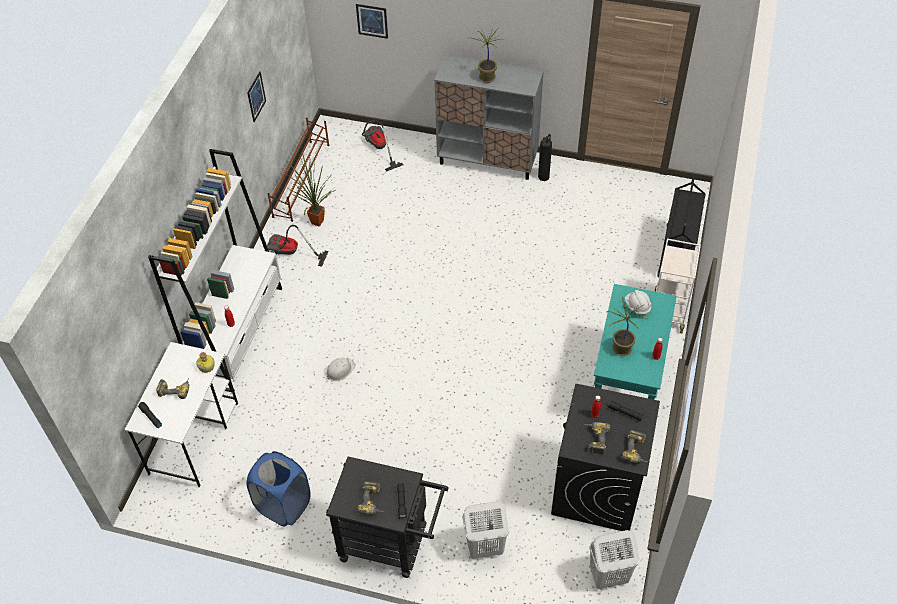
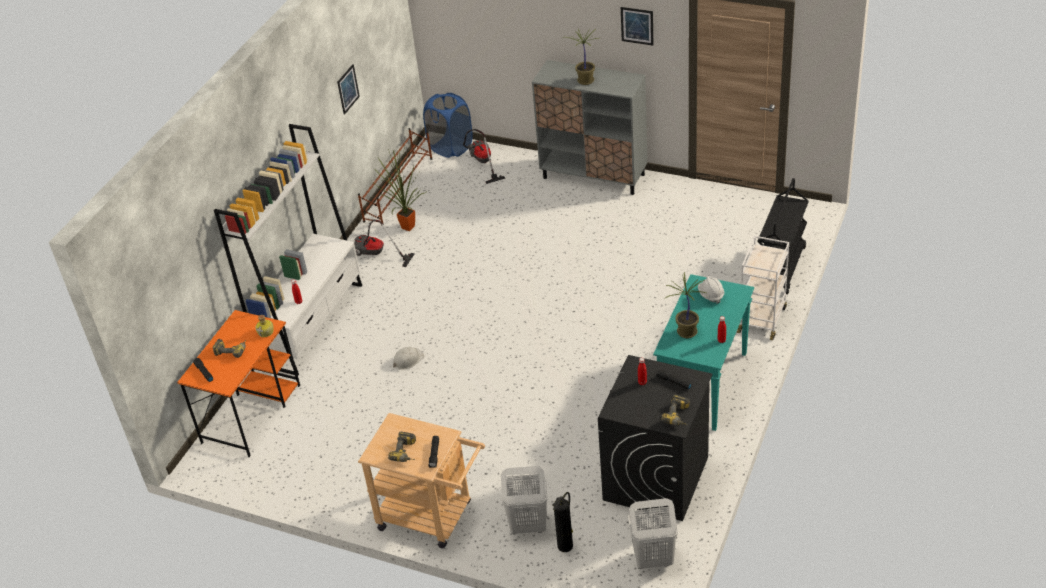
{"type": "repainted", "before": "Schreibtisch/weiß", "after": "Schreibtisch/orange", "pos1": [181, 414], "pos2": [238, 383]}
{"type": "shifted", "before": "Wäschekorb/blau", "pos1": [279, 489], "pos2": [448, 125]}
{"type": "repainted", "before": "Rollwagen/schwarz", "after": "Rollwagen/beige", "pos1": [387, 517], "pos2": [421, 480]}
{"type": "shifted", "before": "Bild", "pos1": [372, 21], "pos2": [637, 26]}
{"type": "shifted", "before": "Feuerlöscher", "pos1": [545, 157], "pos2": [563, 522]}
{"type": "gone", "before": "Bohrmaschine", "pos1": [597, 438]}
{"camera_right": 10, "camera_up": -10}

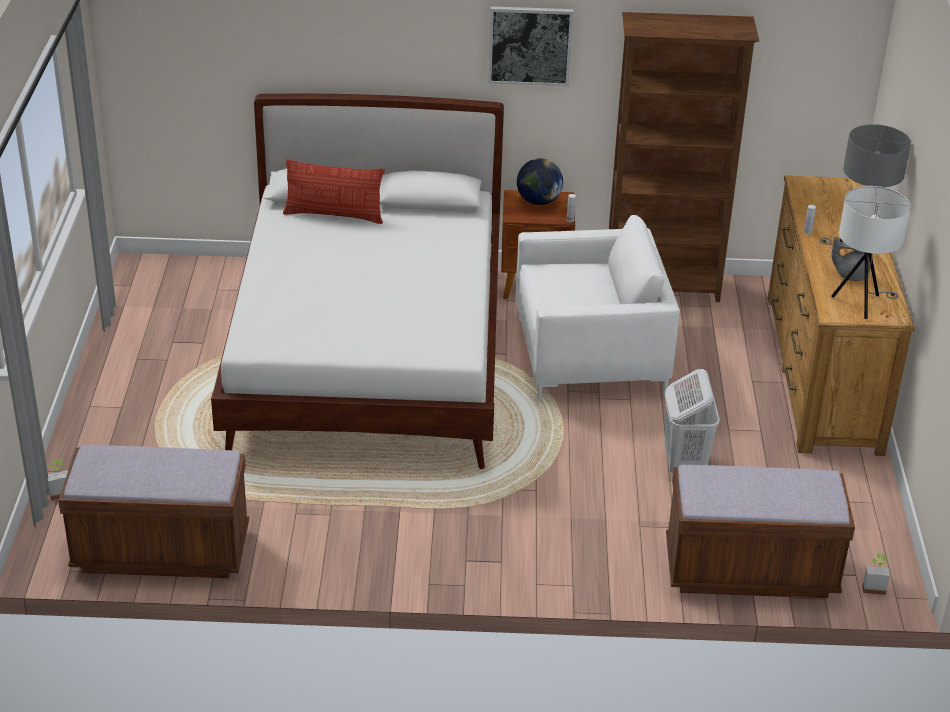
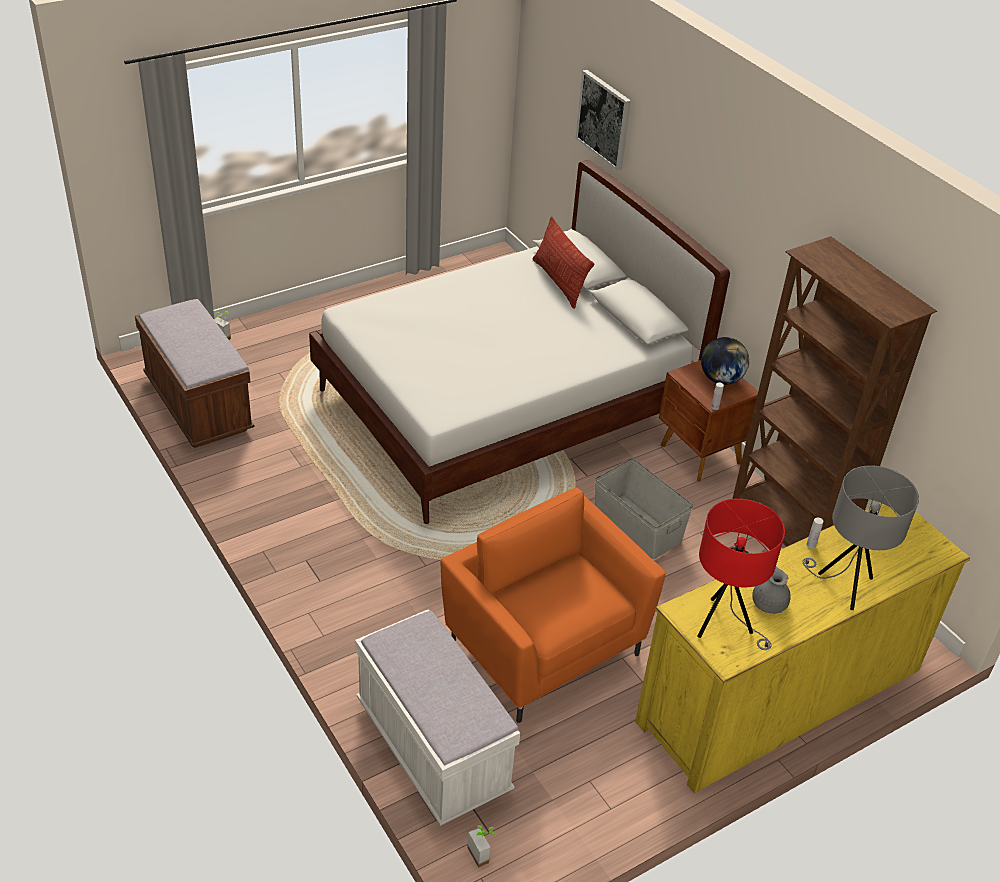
{"type": "shifted", "before": "Bild", "pos1": [530, 46], "pos2": [603, 120]}
{"type": "swapped", "before": "Sessel/weiß", "after": "Aufbewahrungsbox/grau", "pos1": [597, 308], "pos2": [644, 508]}
{"type": "swapped", "before": "Wäschekorb/weiß", "after": "Sessel/orange", "pos1": [692, 421], "pos2": [553, 605]}
{"type": "repainted", "before": "Bank/braun", "after": "Bank/weiß", "pos1": [760, 531], "pos2": [437, 717]}
{"type": "repainted", "before": "Kommode/braun", "after": "Kommode/gelb", "pos1": [841, 315], "pos2": [802, 648]}
{"type": "repainted", "before": "Tischlampe/weiß", "after": "Tischlampe/rot", "pos1": [871, 252], "pos2": [741, 574]}
{"camera_right": 55, "camera_up": 5}

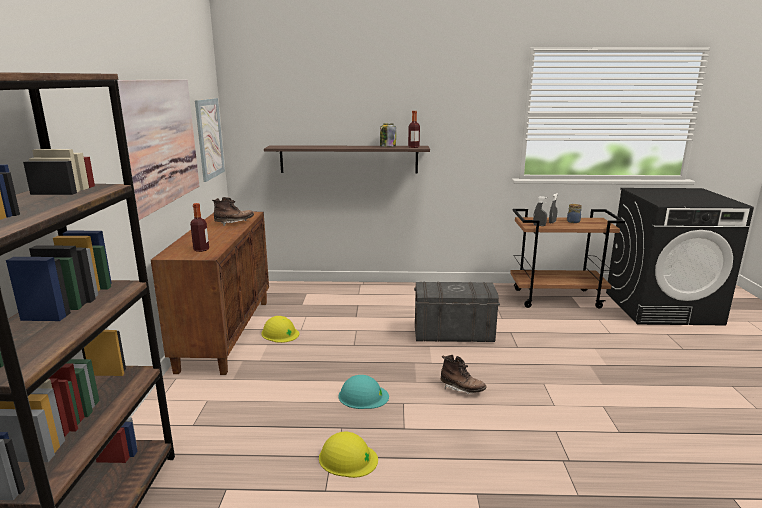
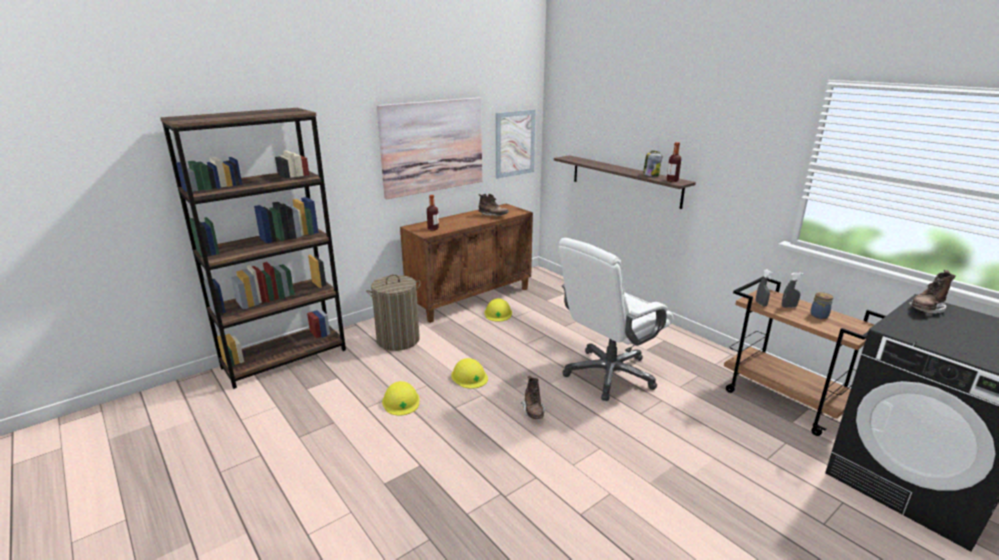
{"type": "repainted", "before": "Schutzhelm/türkis", "after": "Schutzhelm/gelb", "pos1": [364, 392], "pos2": [469, 373]}
{"type": "swapped", "before": "Aufbewahrungsbox/grau", "after": "Bürostuhl/weiß", "pos1": [457, 311], "pos2": [616, 319]}
{"type": "new", "after": "Wäschekorb", "pos2": [393, 312]}
{"type": "new", "after": "Stiefel/braun", "pos2": [932, 292]}
{"camera_right": 50, "camera_up": 5}

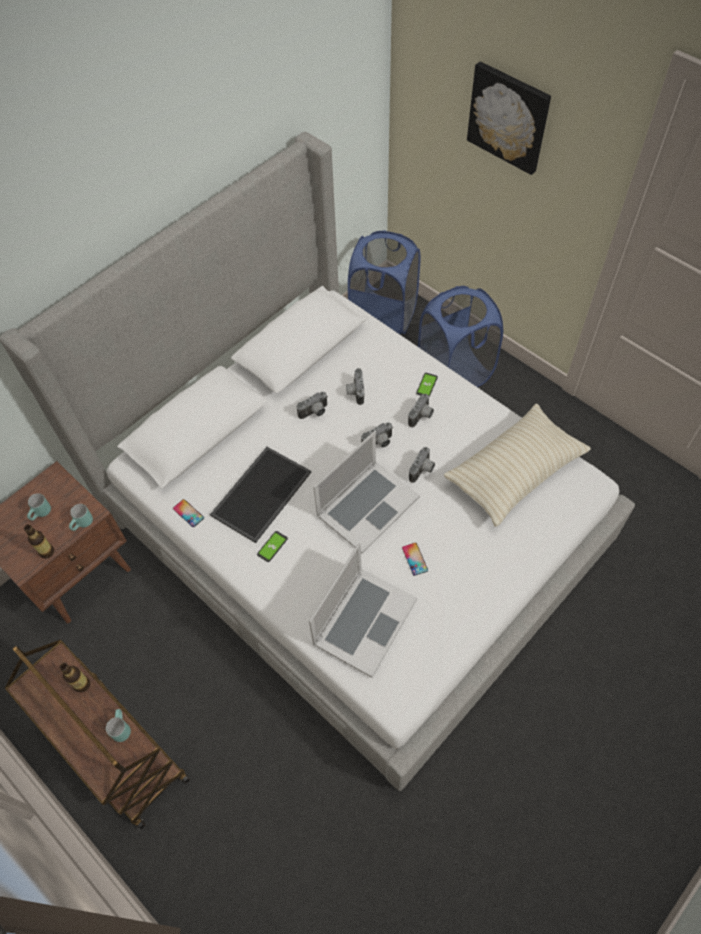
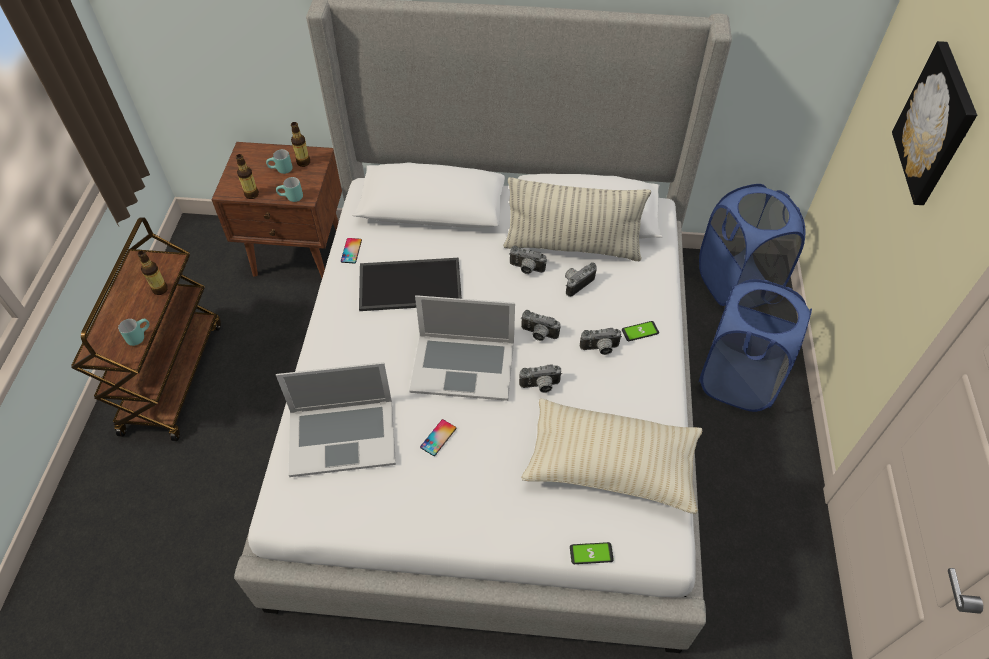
{"type": "shifted", "before": "Handy", "pos1": [272, 546], "pos2": [592, 553]}
{"type": "new", "after": "Flasche", "pos2": [300, 144]}
{"type": "new", "after": "Kissen", "pos2": [577, 219]}
{"camera_right": 50, "camera_up": -5}

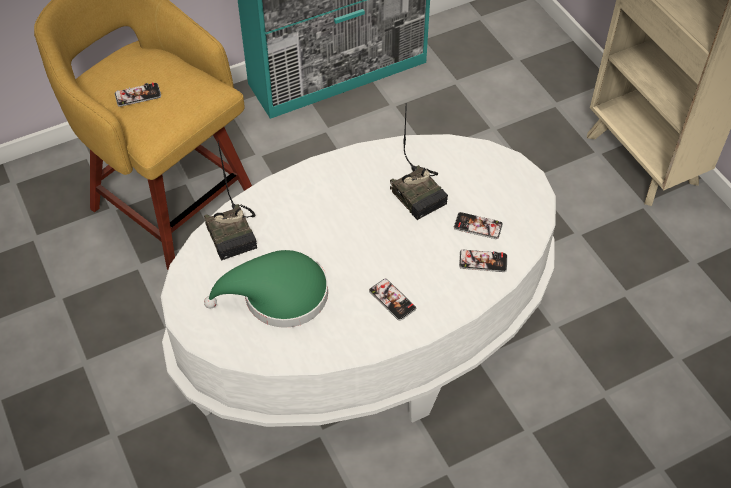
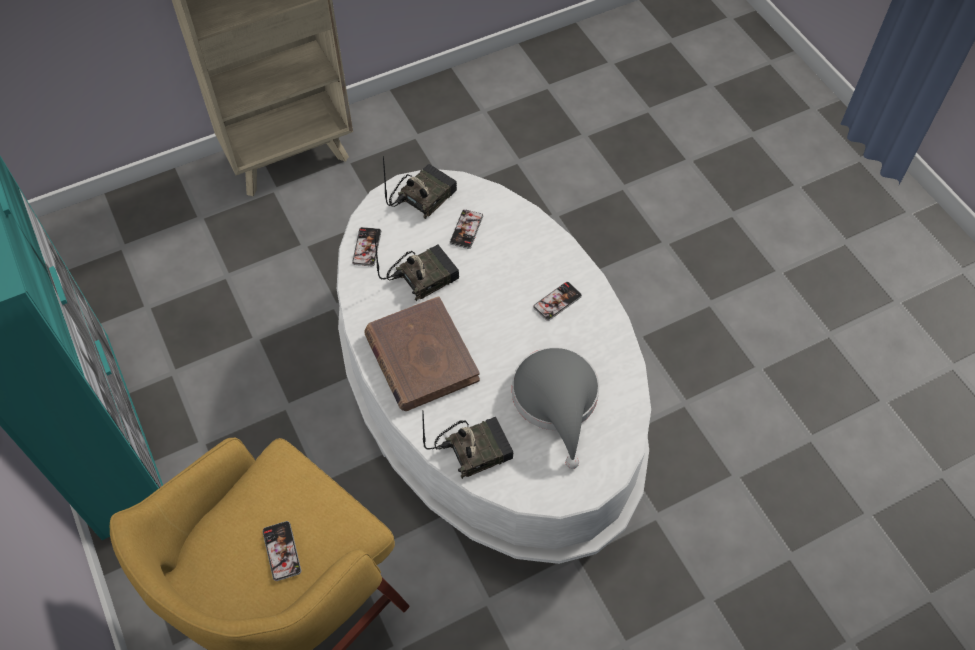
{"type": "repainted", "before": "Hut/grün", "after": "Hut/grau", "pos1": [266, 289], "pos2": [555, 408]}
{"type": "shifted", "before": "Handy", "pos1": [483, 261], "pos2": [366, 246]}
{"type": "new", "after": "Buch/braun", "pos2": [422, 353]}
{"type": "new", "after": "Radio", "pos2": [420, 187]}
{"camera_right": -90, "camera_up": 5}

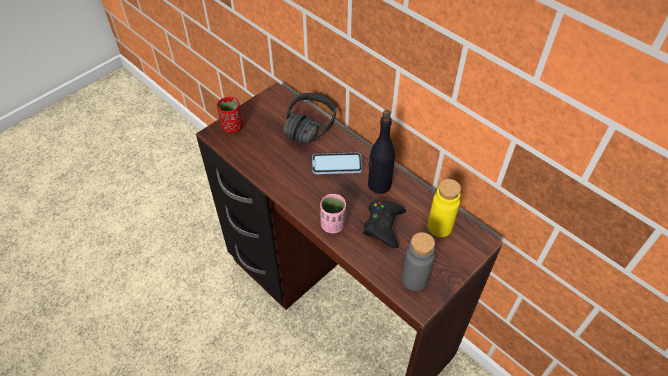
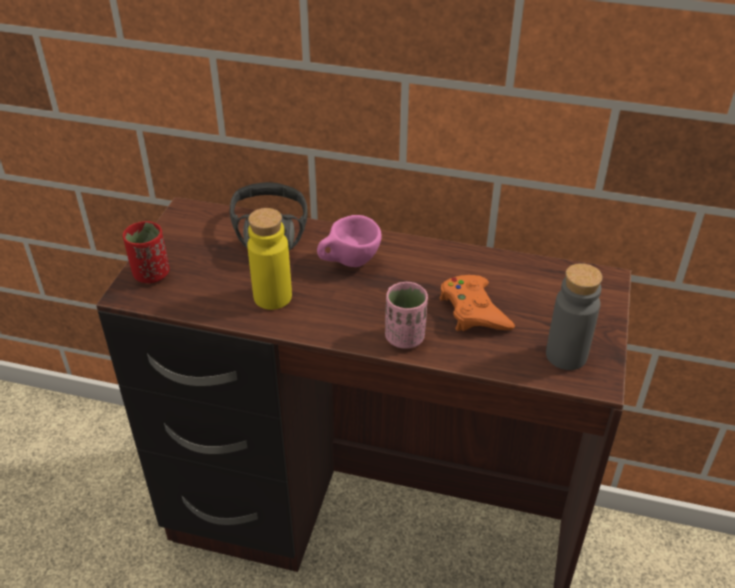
{"type": "swapped", "before": "Handy", "after": "Tasse/rosa", "pos1": [337, 163], "pos2": [349, 241]}
{"type": "repainted", "before": "Gamepad/schwarz", "after": "Gamepad/orange", "pos1": [384, 224], "pos2": [477, 303]}
{"type": "gone", "before": "Flasche/schwarz", "pos1": [381, 152]}
{"type": "shifted", "before": "Flasche/gelb", "pos1": [444, 208], "pos2": [269, 259]}
{"camera_right": -30, "camera_up": -10}

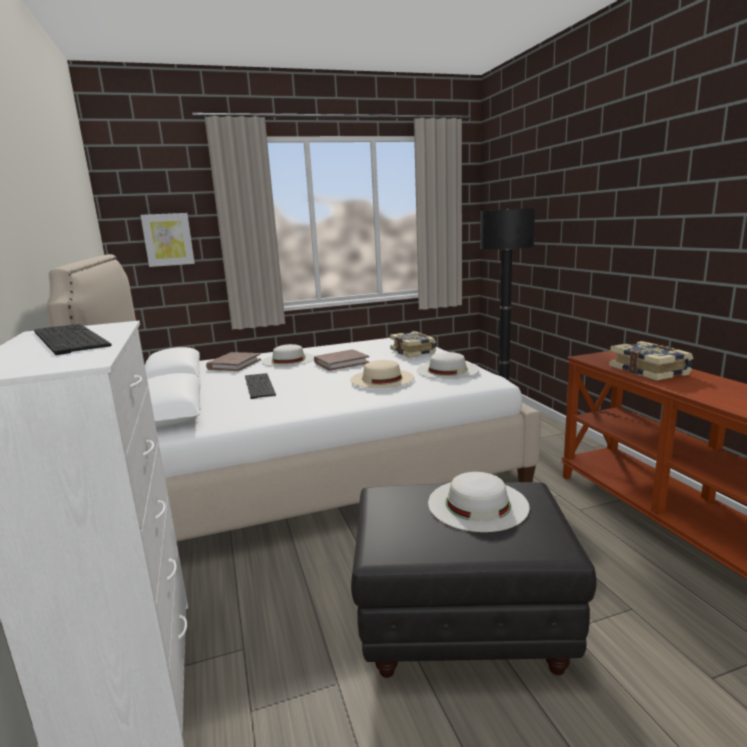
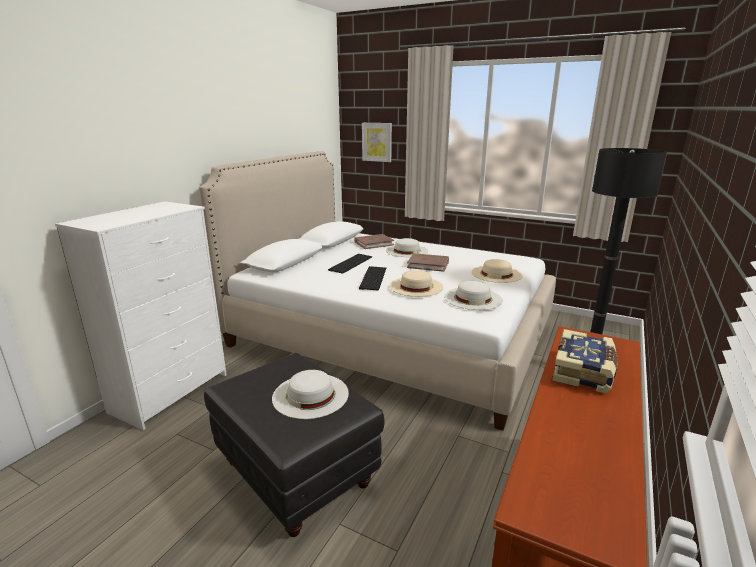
{"type": "shifted", "before": "Tastatur", "pos1": [73, 339], "pos2": [372, 278]}
{"type": "swapped", "before": "Buch", "after": "Hut/beige", "pos1": [413, 344], "pos2": [497, 271]}
{"camera_right": 45, "camera_up": 5}

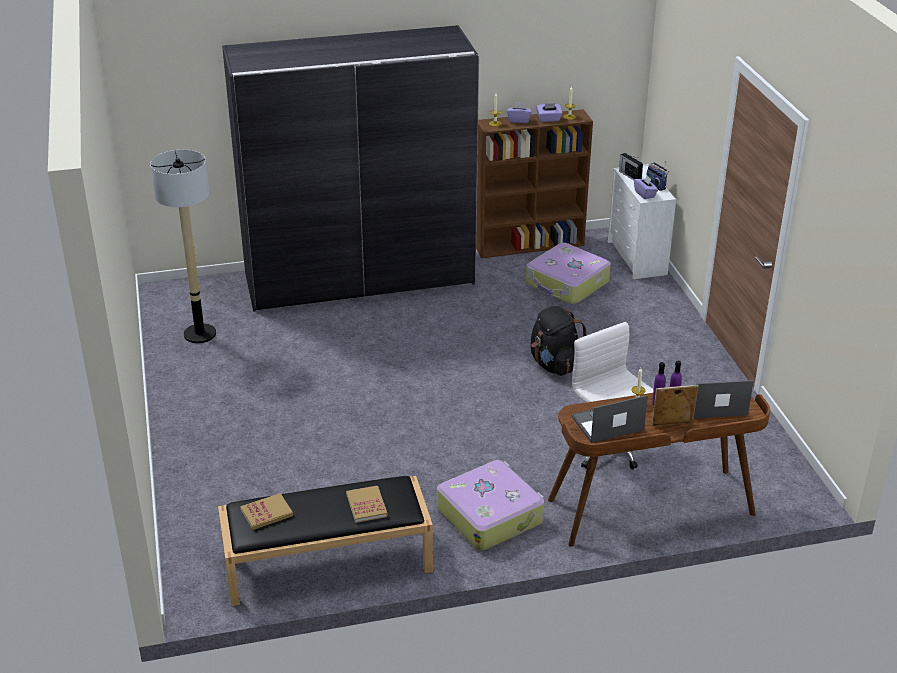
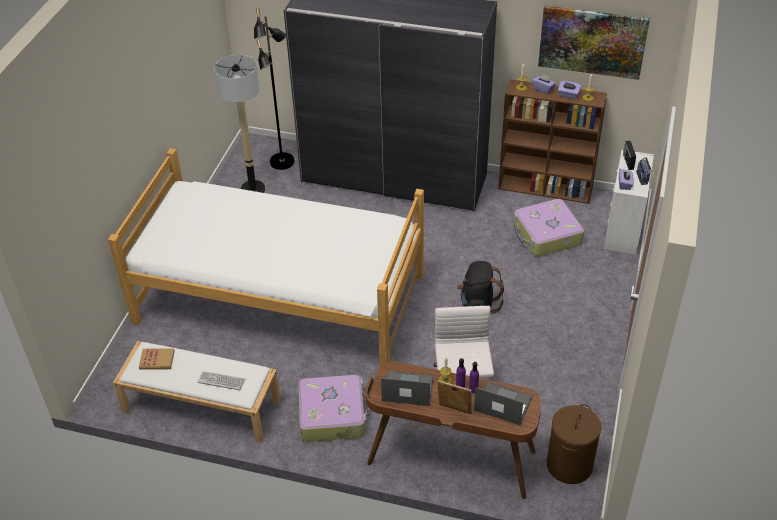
{"type": "repainted", "before": "Bank/schwarz", "after": "Bank/weiß", "pos1": [325, 541], "pos2": [197, 392]}
{"type": "swapped", "before": "Buch", "after": "Tastatur", "pos1": [367, 504], "pos2": [221, 380]}
{"type": "new", "after": "Bett", "pos2": [266, 257]}
{"type": "new", "after": "Stehlampe/schwarz", "pos2": [274, 89]}
{"type": "new", "after": "Bild", "pos2": [594, 42]}
{"type": "new", "after": "Wäschekorb/braun", "pos2": [574, 444]}
{"camera_right": 30, "camera_up": 10}

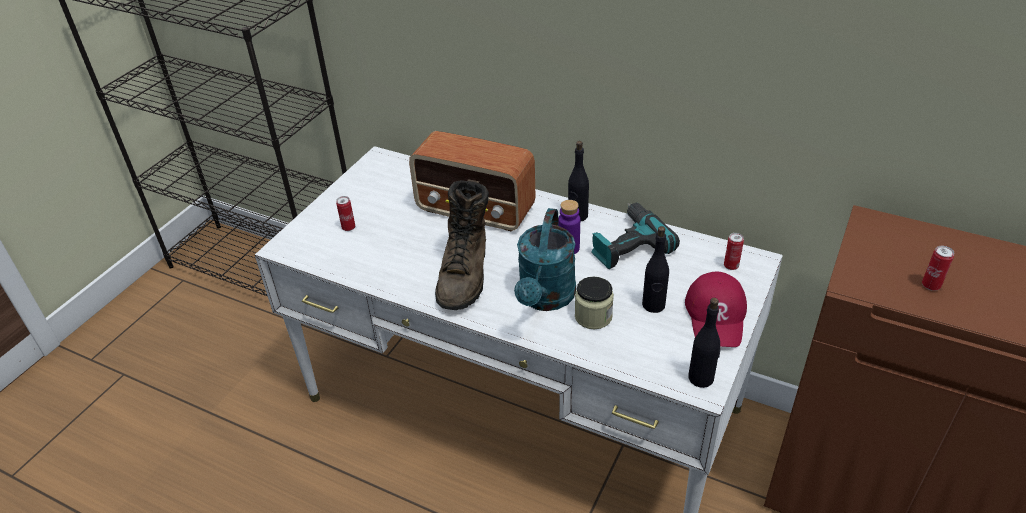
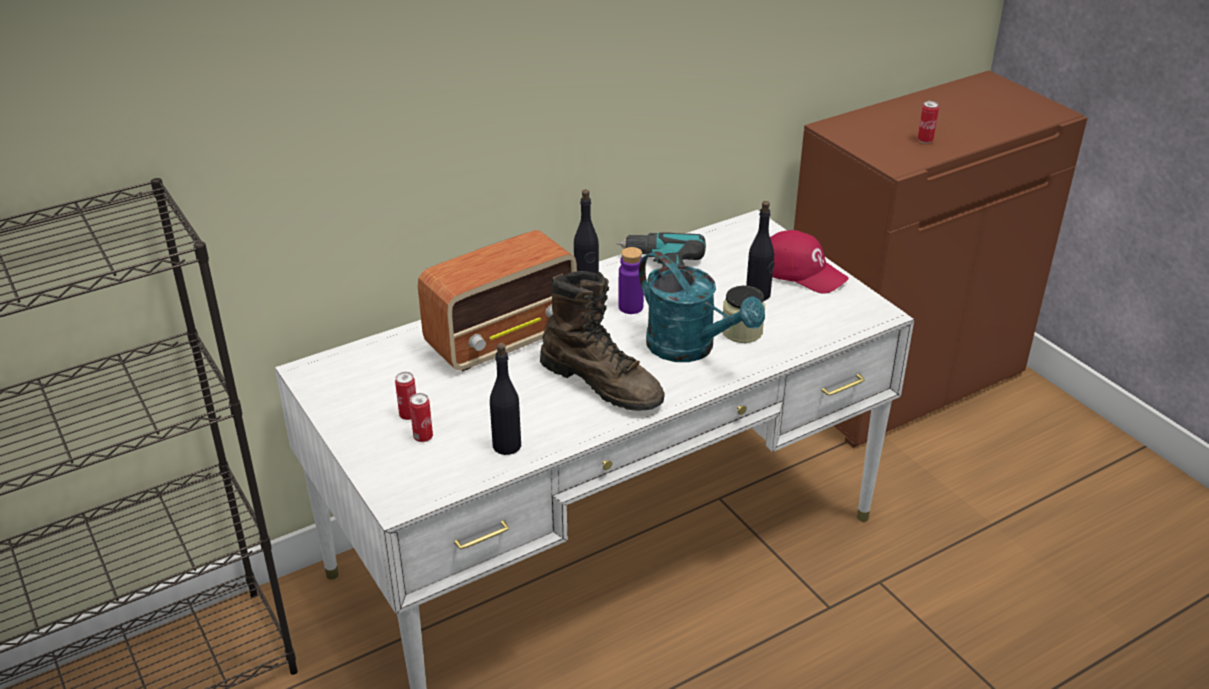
{"type": "shifted", "before": "Flasche/schwarz", "pos1": [704, 343], "pos2": [505, 399]}
{"type": "shifted", "before": "Dose", "pos1": [734, 251], "pos2": [405, 396]}
{"camera_right": -60, "camera_up": -5}

